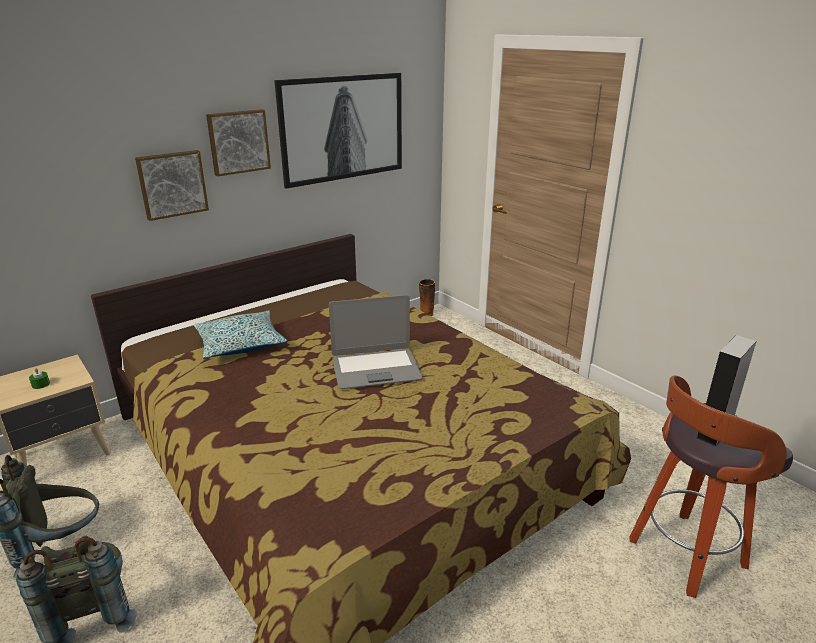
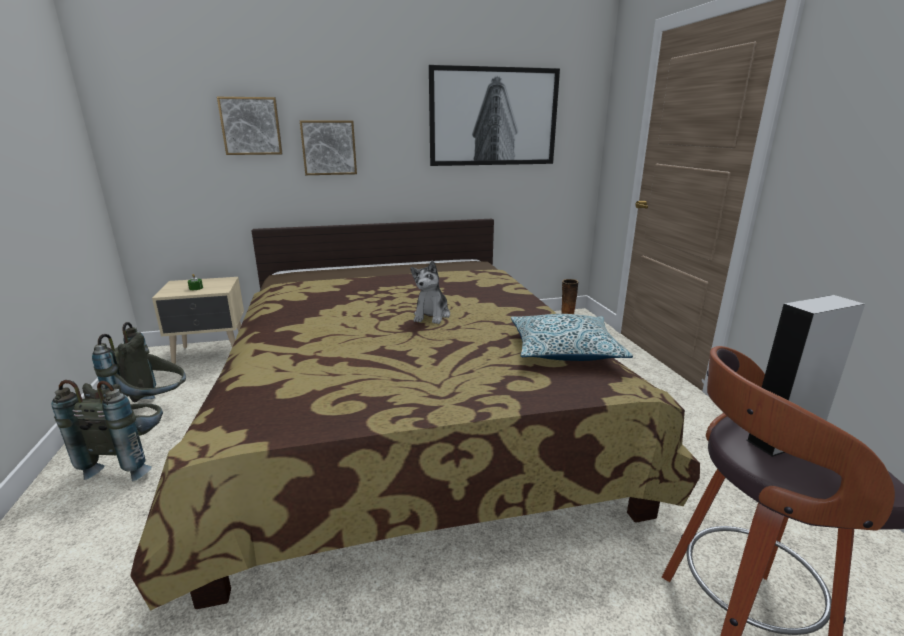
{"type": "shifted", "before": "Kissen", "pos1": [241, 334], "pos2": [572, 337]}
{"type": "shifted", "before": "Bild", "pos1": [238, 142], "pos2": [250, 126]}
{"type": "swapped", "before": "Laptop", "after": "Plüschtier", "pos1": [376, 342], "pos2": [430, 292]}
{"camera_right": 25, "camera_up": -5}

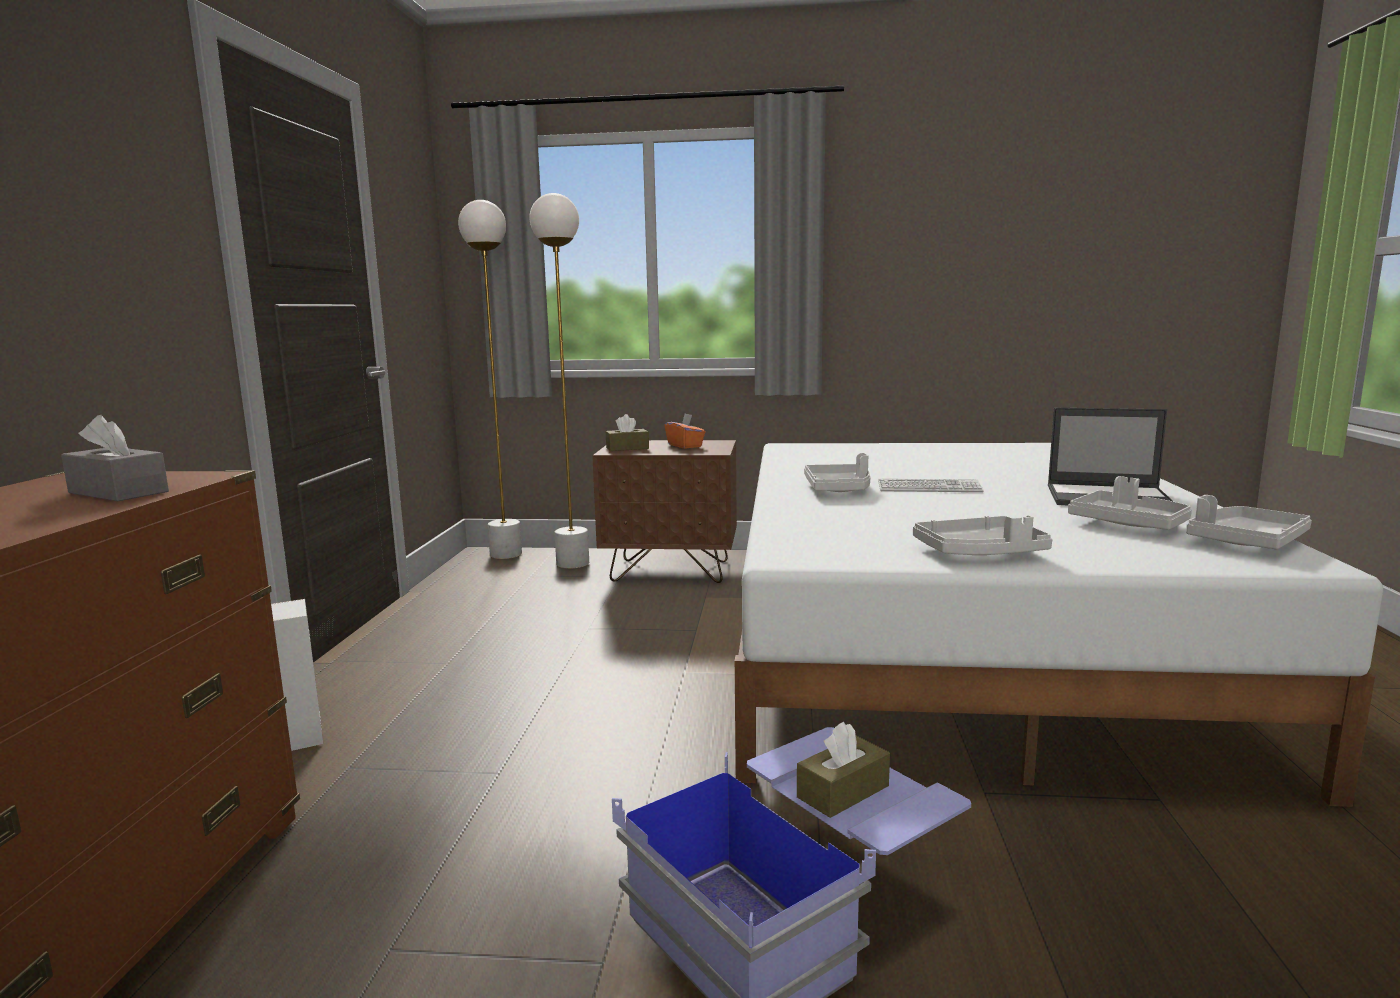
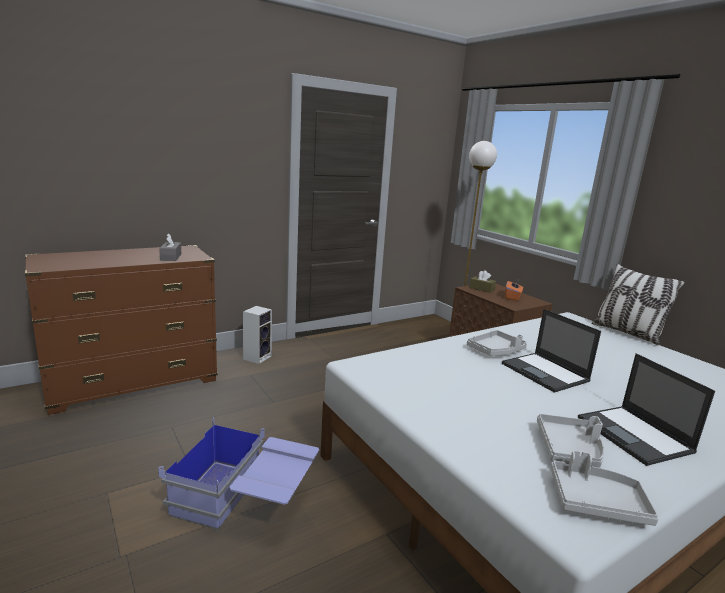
{"type": "gone", "before": "Stehlampe/weiß", "pos1": [490, 379]}
{"type": "gone", "before": "Taschentuchbox/braun", "pos1": [843, 769]}
{"type": "swapped", "before": "Tastatur", "after": "Laptop", "pos1": [931, 485], "pos2": [551, 351]}
{"type": "gone", "before": "Tablett/grau", "pos1": [982, 535]}
{"type": "new", "after": "Kissen", "pos2": [638, 304]}
{"camera_right": 50, "camera_up": 5}

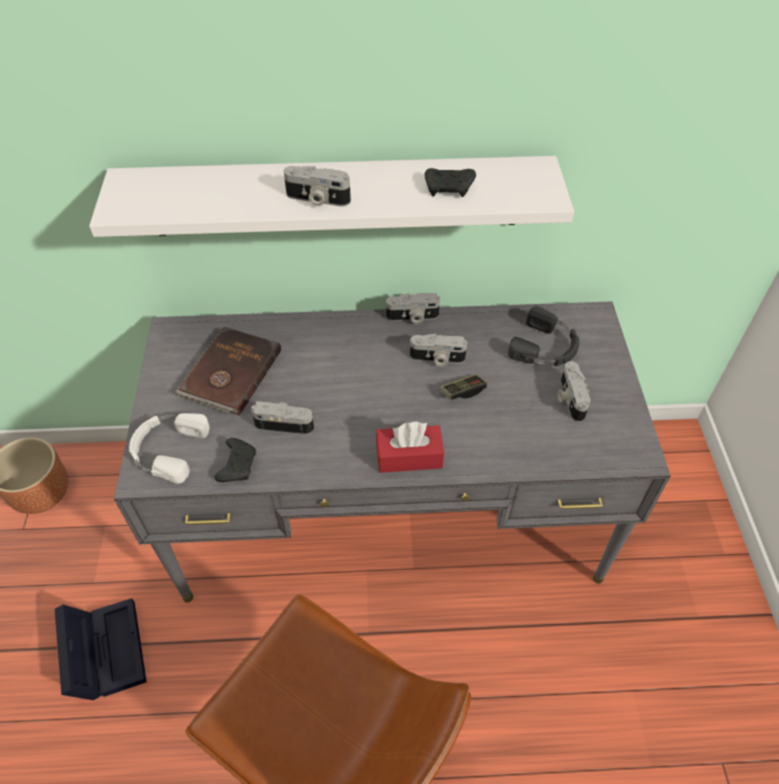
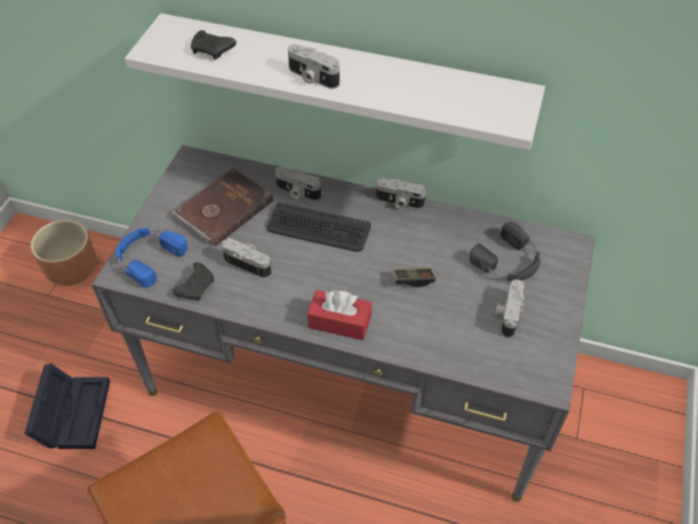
{"type": "repainted", "before": "Kopfhörer/weiß", "after": "Kopfhörer/blau", "pos1": [169, 448], "pos2": [151, 257]}
{"type": "shifted", "before": "Kamera", "pos1": [438, 350], "pos2": [298, 184]}
{"type": "shifted", "before": "Gamepad/schwarz", "pos1": [450, 182], "pos2": [213, 45]}
{"type": "new", "after": "Tastatur", "pos2": [319, 227]}
{"camera_right": 20, "camera_up": 0}

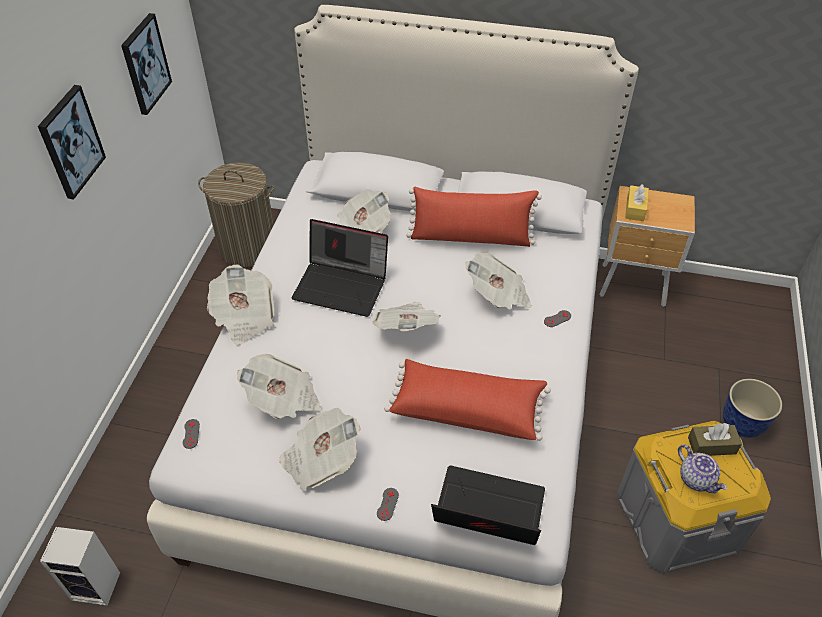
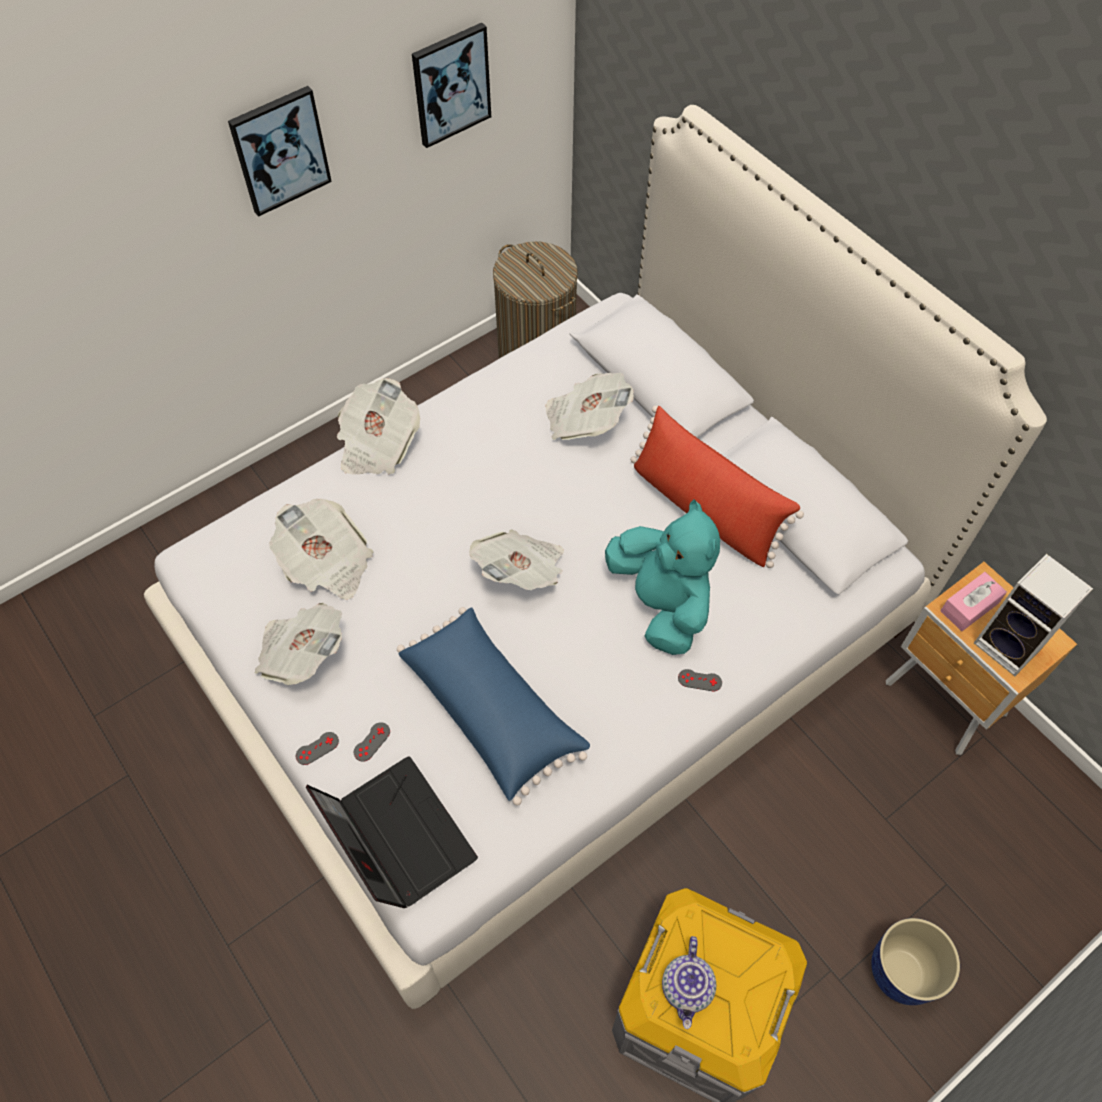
{"type": "shifted", "before": "Lautsprecher", "pos1": [80, 566], "pos2": [1033, 615]}
{"type": "shifted", "before": "Gamepad/grau", "pos1": [191, 434], "pos2": [372, 742]}
{"type": "gone", "before": "Laptop", "pos1": [340, 268]}
{"type": "repainted", "before": "Kissen/rot", "after": "Kissen/blau", "pos1": [467, 400], "pos2": [493, 706]}
{"type": "swapped", "before": "Zeitung", "after": "Plüschtier/türkis", "pos1": [498, 281], "pos2": [662, 577]}
{"type": "repainted", "before": "Taschentuchbox/gelb", "after": "Taschentuchbox/rosa", "pos1": [637, 202], "pos2": [973, 601]}
{"type": "gone", "before": "Taschentuchbox/braun", "pos1": [715, 439]}
{"camera_right": 40, "camera_up": 10}

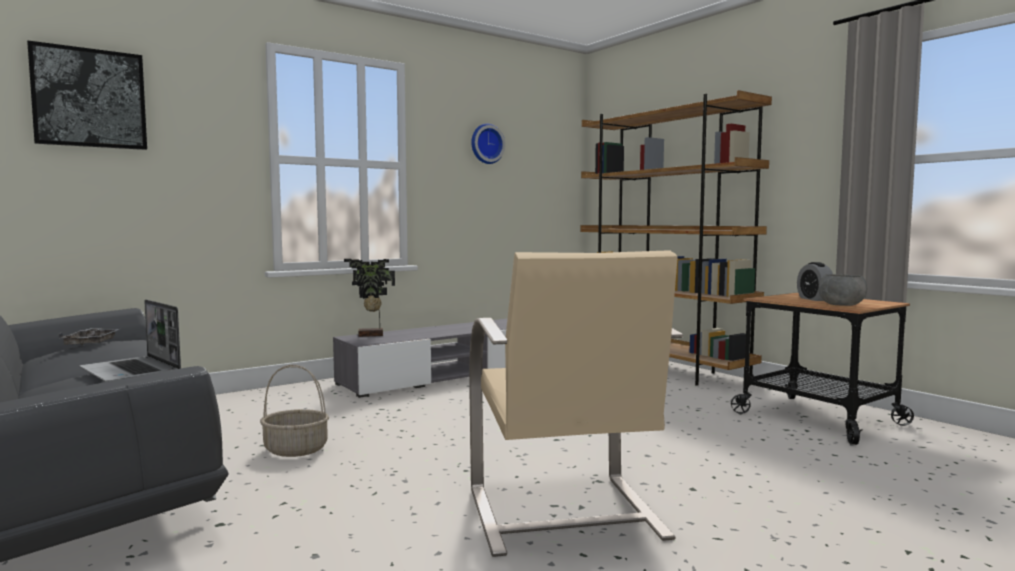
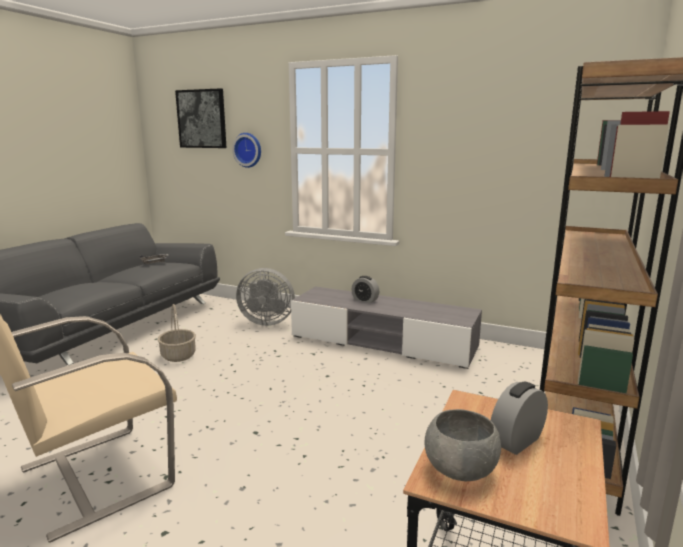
{"type": "gone", "before": "Laptop", "pos1": [130, 341]}
{"type": "gone", "before": "Topfpflanze", "pos1": [369, 298]}
{"type": "shifted", "before": "Wanduhr", "pos1": [488, 143], "pos2": [246, 150]}
{"type": "new", "after": "Ventilator/grau", "pos2": [265, 297]}
{"type": "new", "after": "Wecker", "pos2": [365, 289]}
{"camera_right": 60, "camera_up": 10}

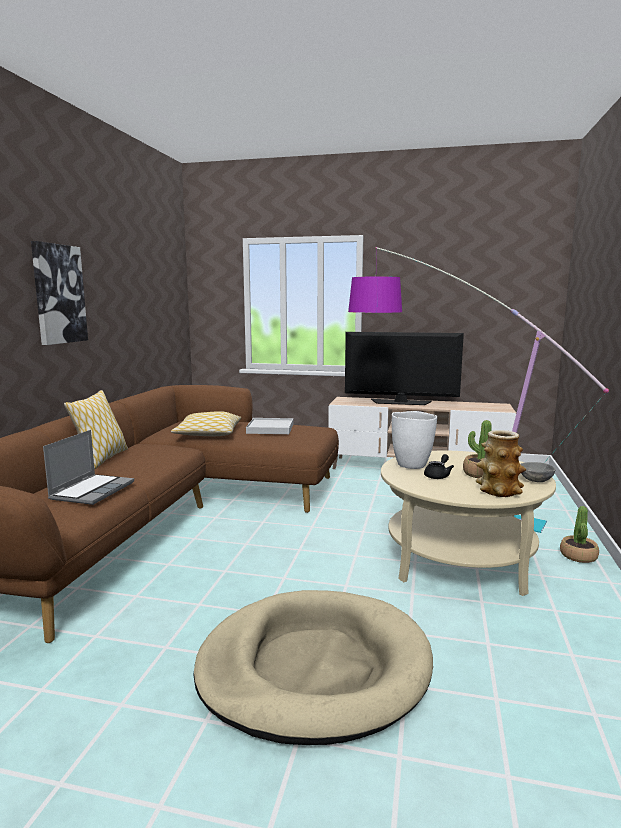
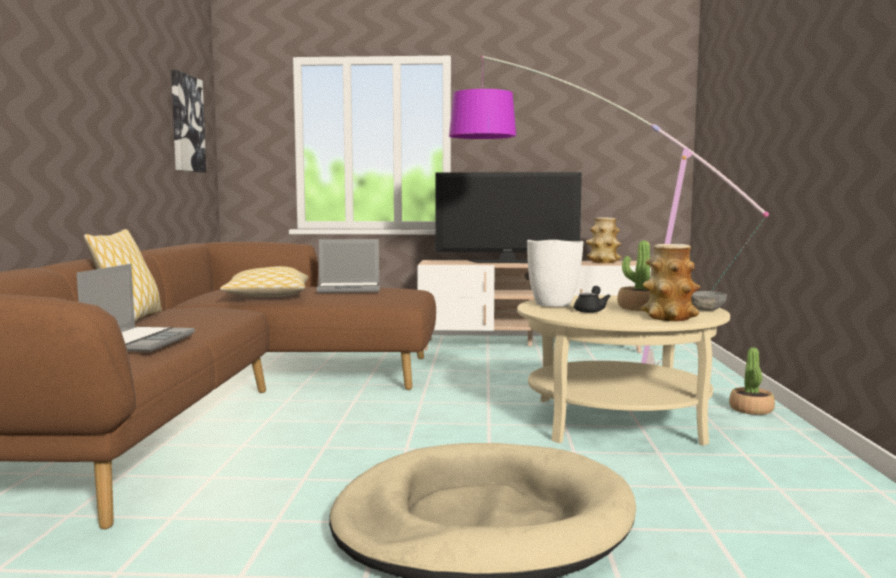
{"type": "shifted", "before": "Bild", "pos1": [59, 293], "pos2": [188, 121]}
{"type": "swapped", "before": "Tablett/weiß", "after": "Laptop", "pos1": [270, 426], "pos2": [348, 266]}
{"type": "new", "after": "Vase", "pos2": [604, 240]}
{"camera_right": -10, "camera_up": -5}

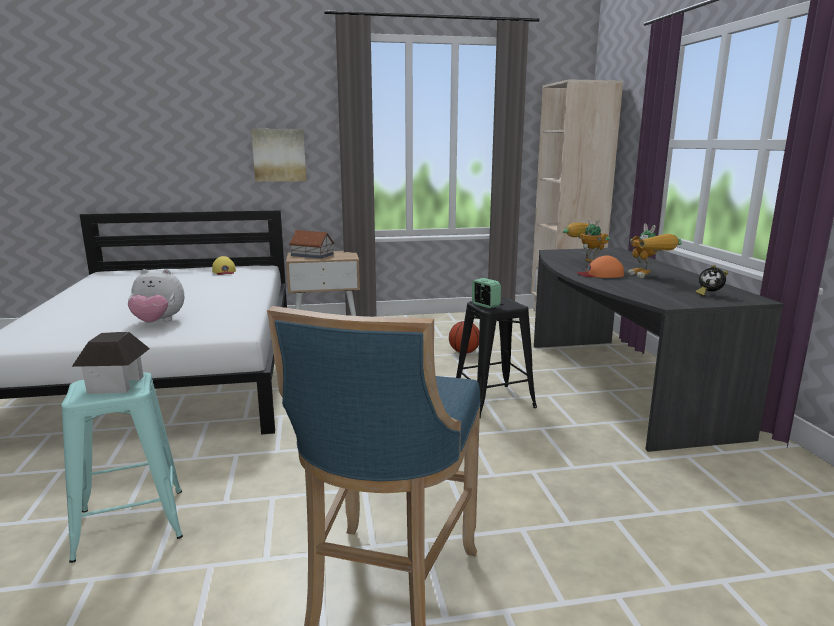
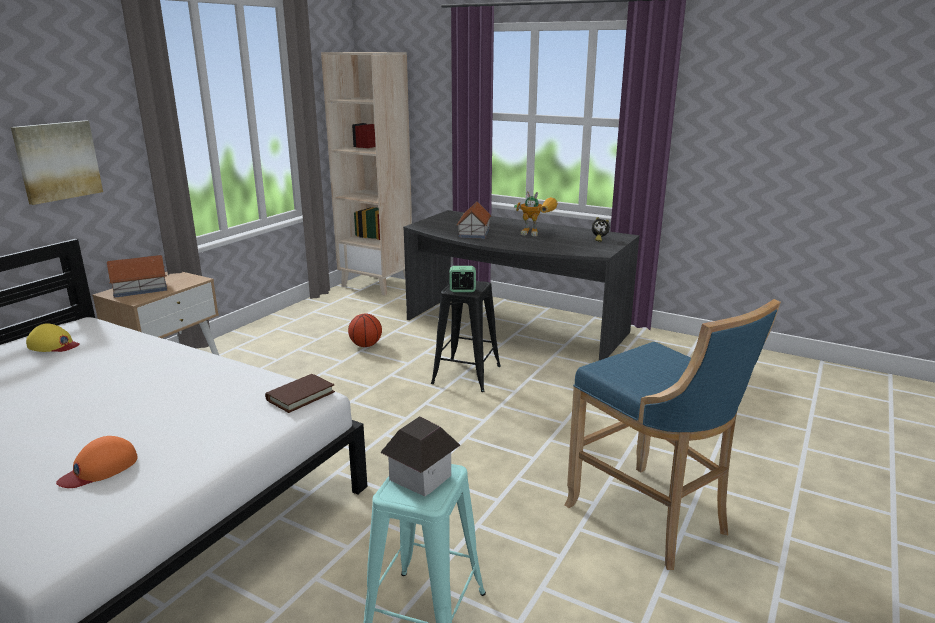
{"type": "gone", "before": "Plüschtier", "pos1": [156, 296]}
{"type": "swapped", "before": "Spielzeugroboter", "after": "Spielzeughaus", "pos1": [586, 240], "pos2": [474, 220]}
{"type": "shifted", "before": "Kappe/orange", "pos1": [600, 266], "pos2": [97, 462]}
{"type": "new", "after": "Buch/braun", "pos2": [300, 393]}
{"camera_right": -50, "camera_up": 5}

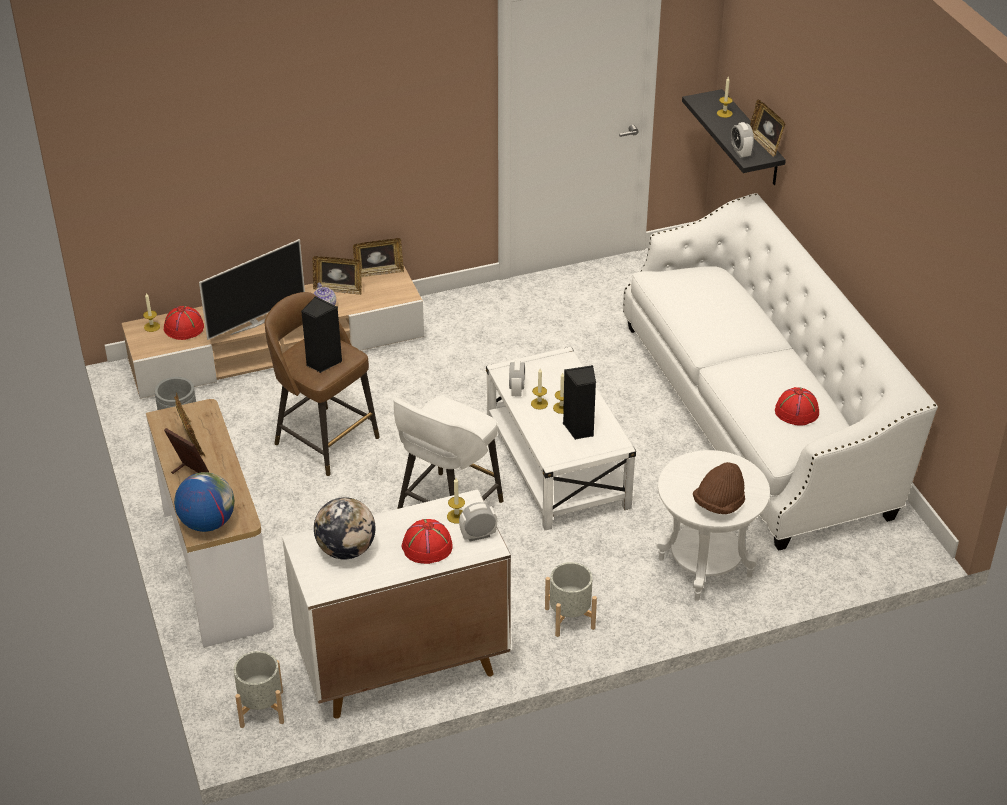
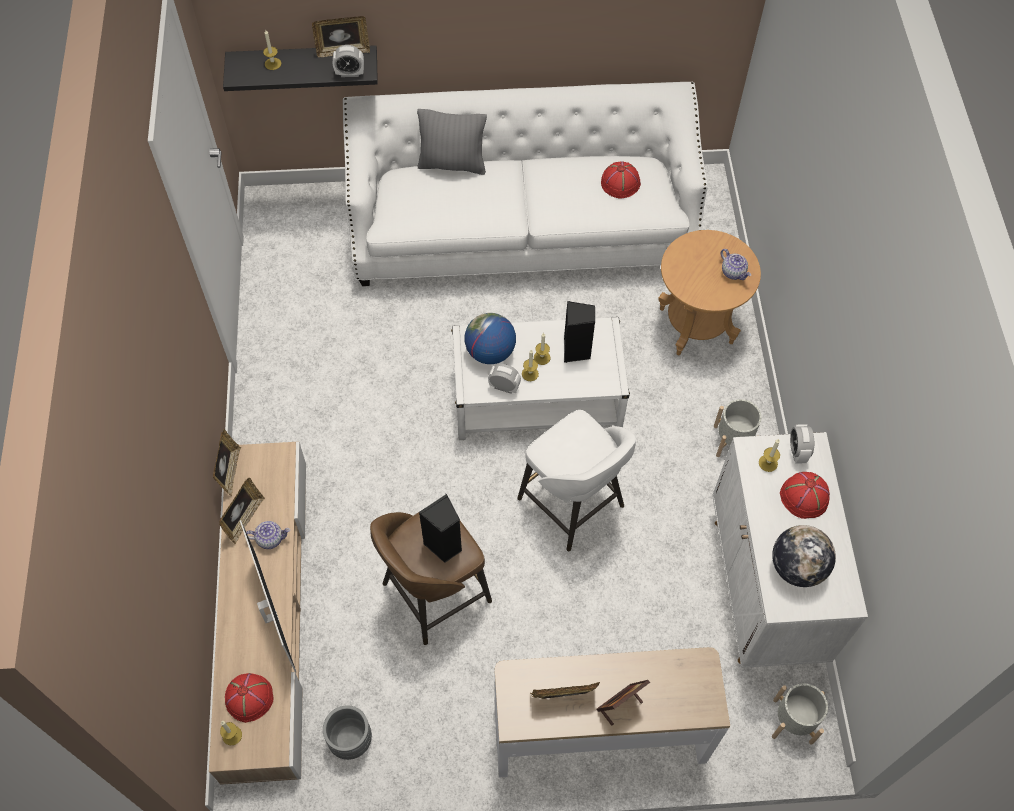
{"type": "shifted", "before": "Globus", "pos1": [204, 502], "pos2": [490, 338]}
{"type": "repainted", "before": "Beistelltisch/weiß", "after": "Beistelltisch/braun", "pos1": [713, 525], "pos2": [709, 292]}
{"type": "swapped", "before": "Hut/braun", "after": "Teekanne", "pos1": [719, 488], "pos2": [736, 264]}
{"type": "new", "after": "Kissen/grau", "pos2": [452, 142]}
{"camera_right": -75, "camera_up": 20}

